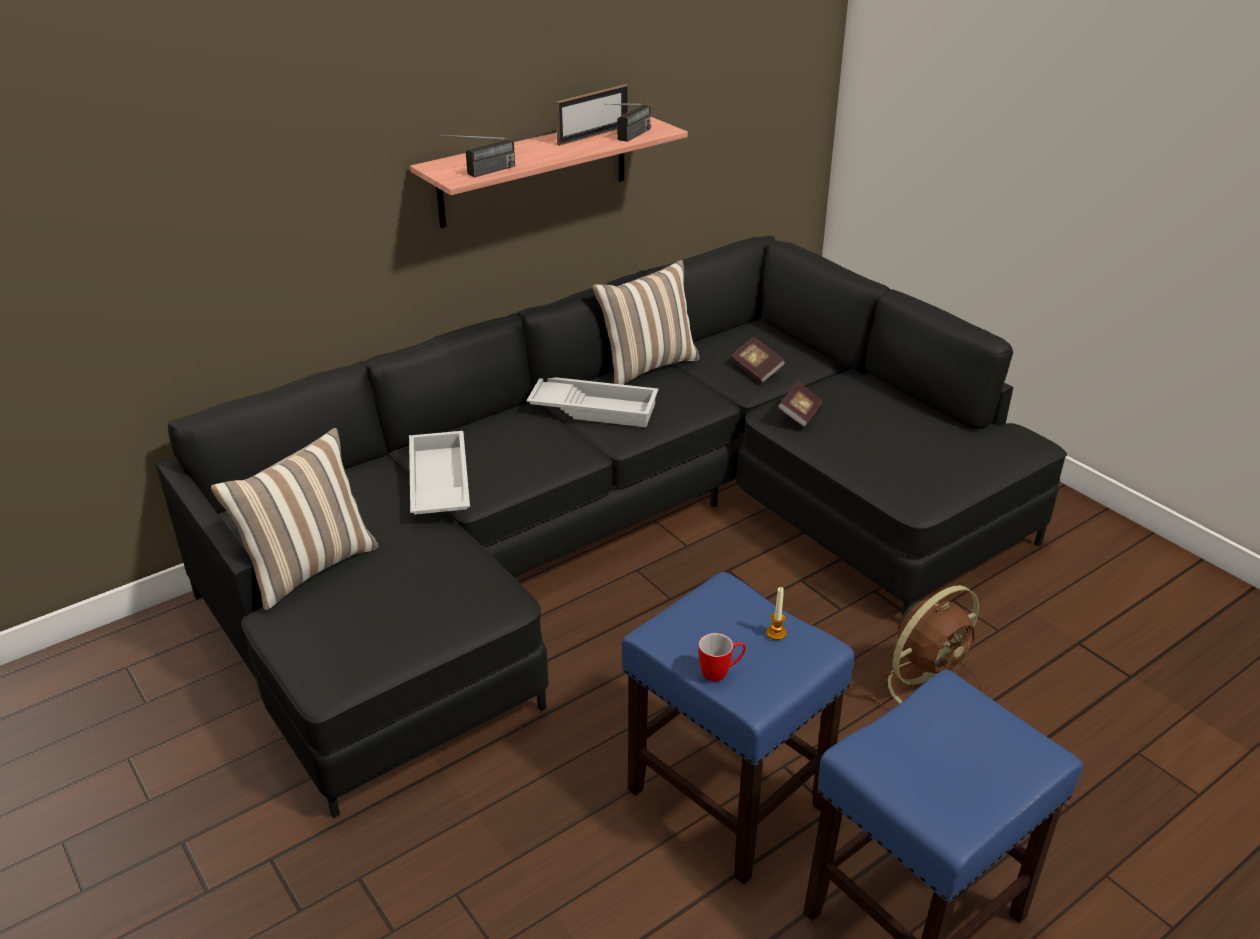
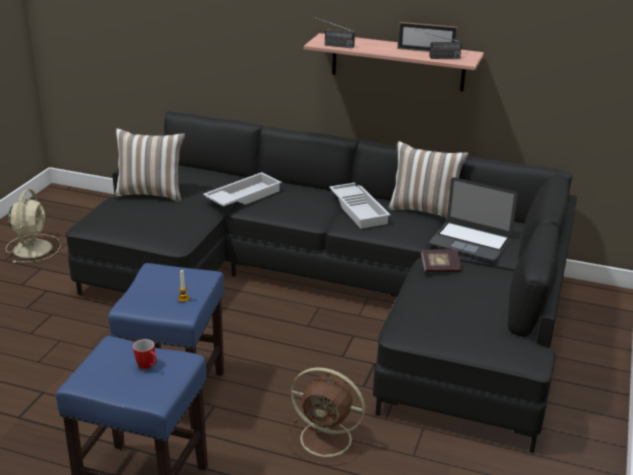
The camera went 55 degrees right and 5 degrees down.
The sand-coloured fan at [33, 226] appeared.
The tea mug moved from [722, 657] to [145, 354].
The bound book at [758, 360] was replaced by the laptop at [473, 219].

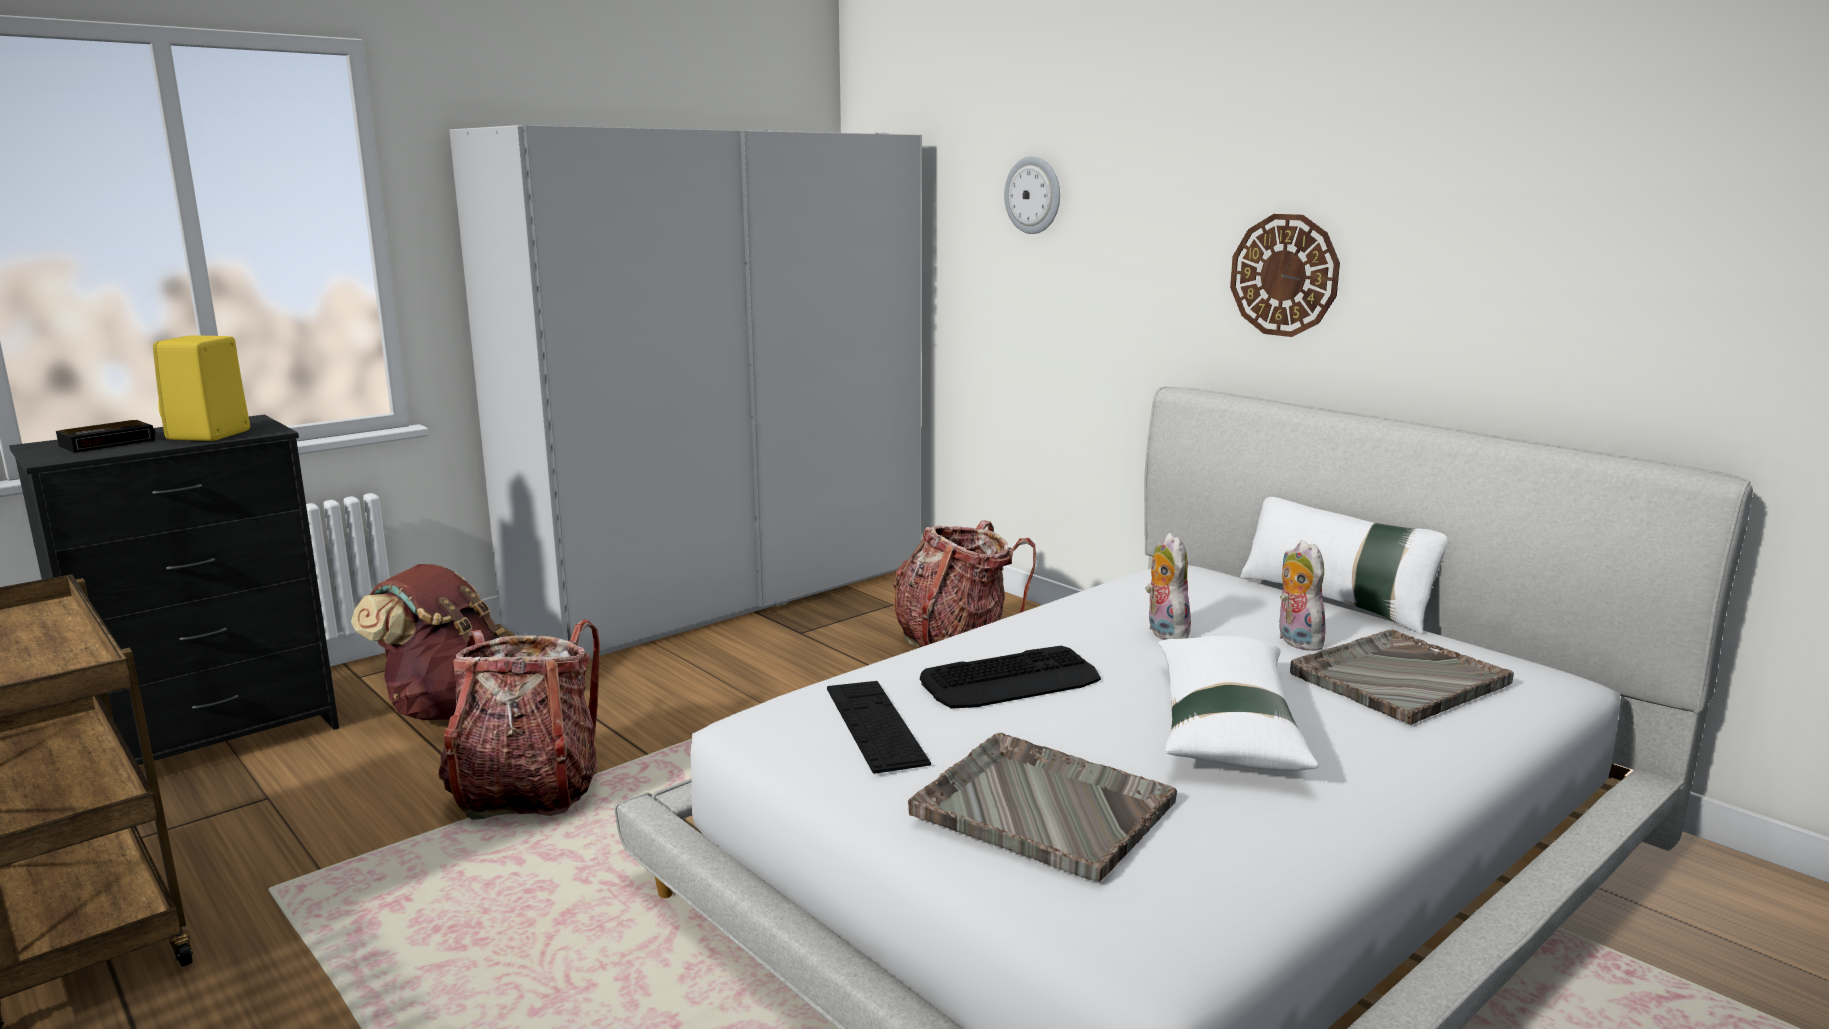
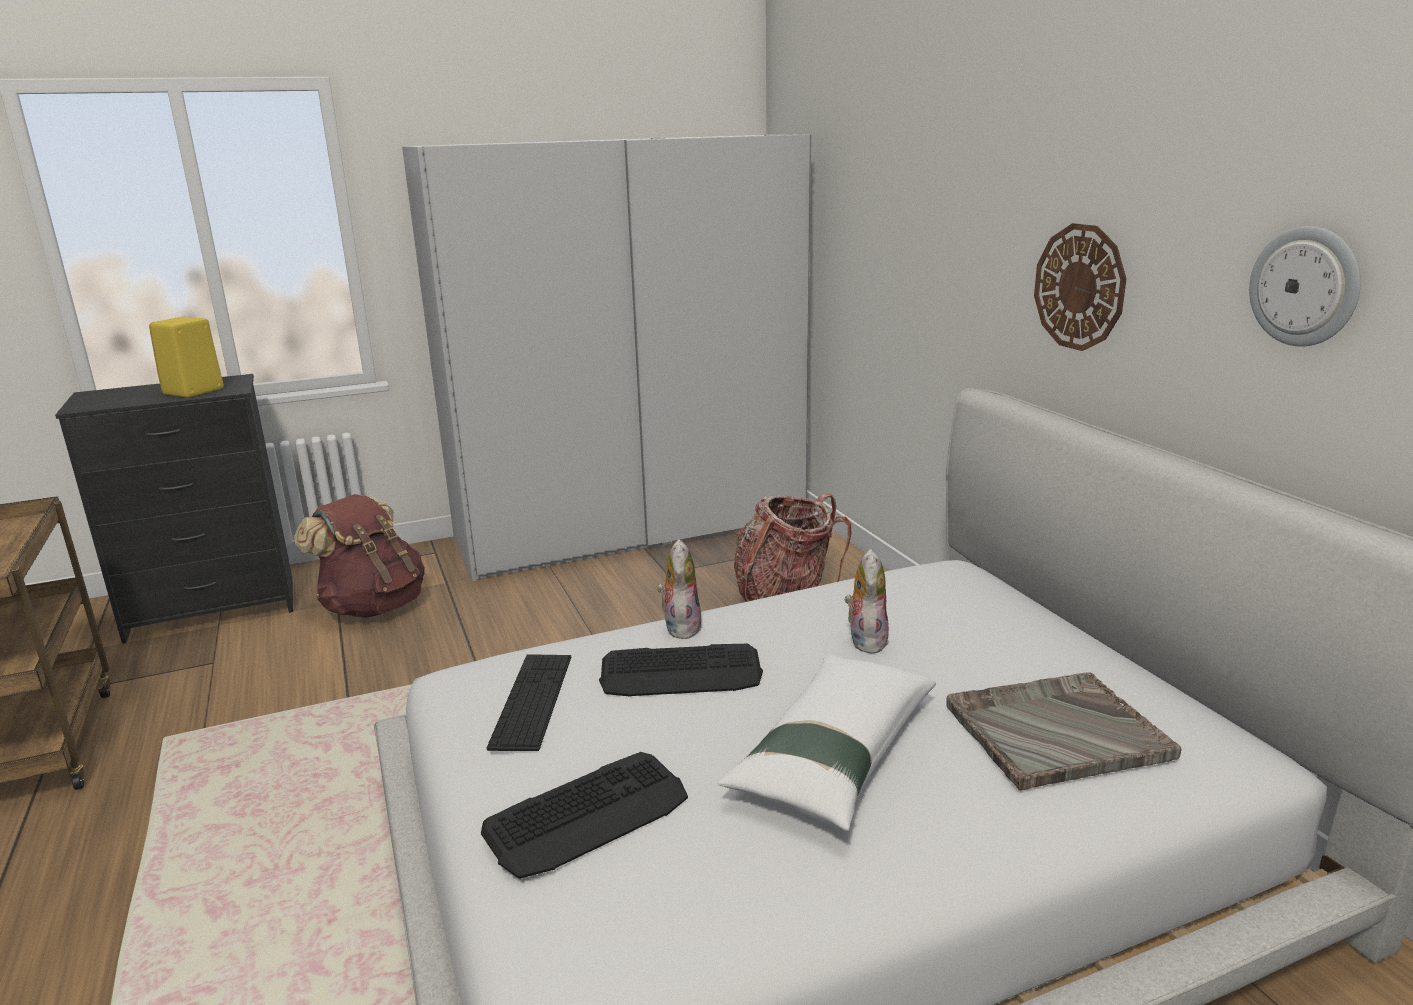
The camera went 20 degrees right and 5 degrees up.
The gray serving tray at [1042, 807] was replaced by the keyboard at [584, 815].
The soft toy moved from [1302, 595] to [679, 589].
The clock on the wall moved from [1032, 195] to [1305, 286].
The alarm clock at [105, 436] disappeared.
The knapsack at [519, 720] disappeared.
The white-coloured throw pillow at [1343, 565] disappeared.

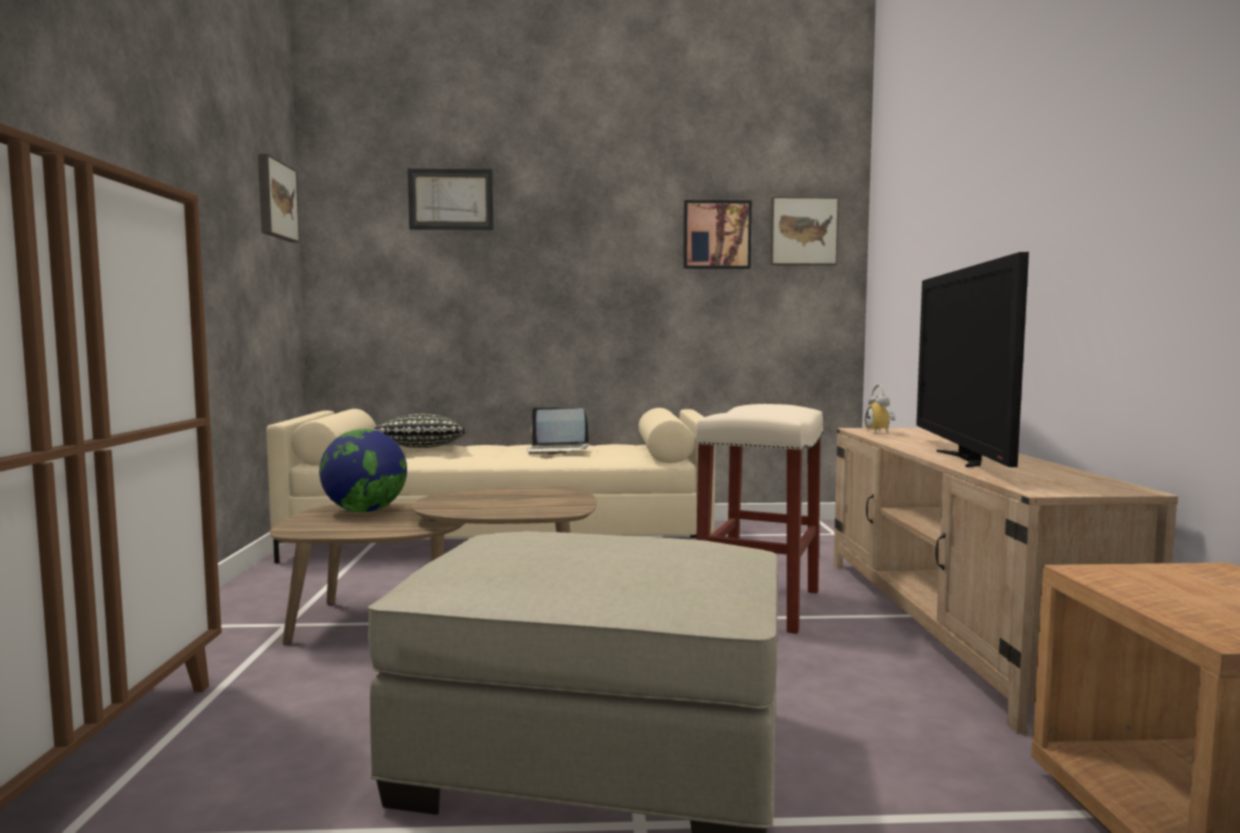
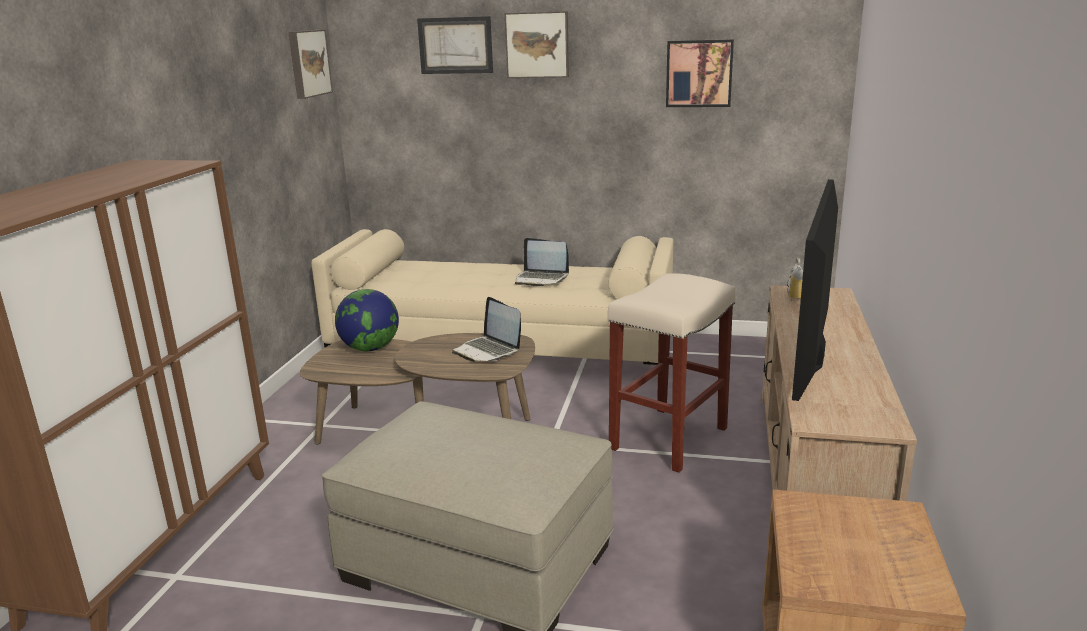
The camera went 15 degrees right and 15 degrees up.
The laptop at [486, 329] appeared.
The wall art moved from [804, 230] to [537, 44].
The throw pillow at [419, 430] disappeared.

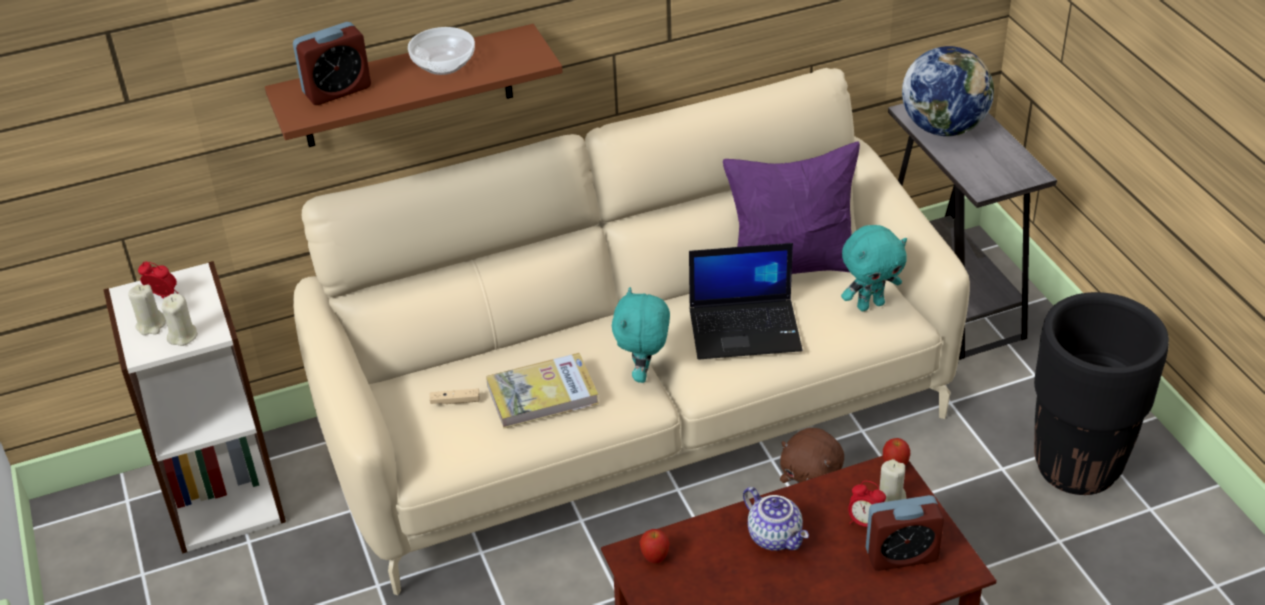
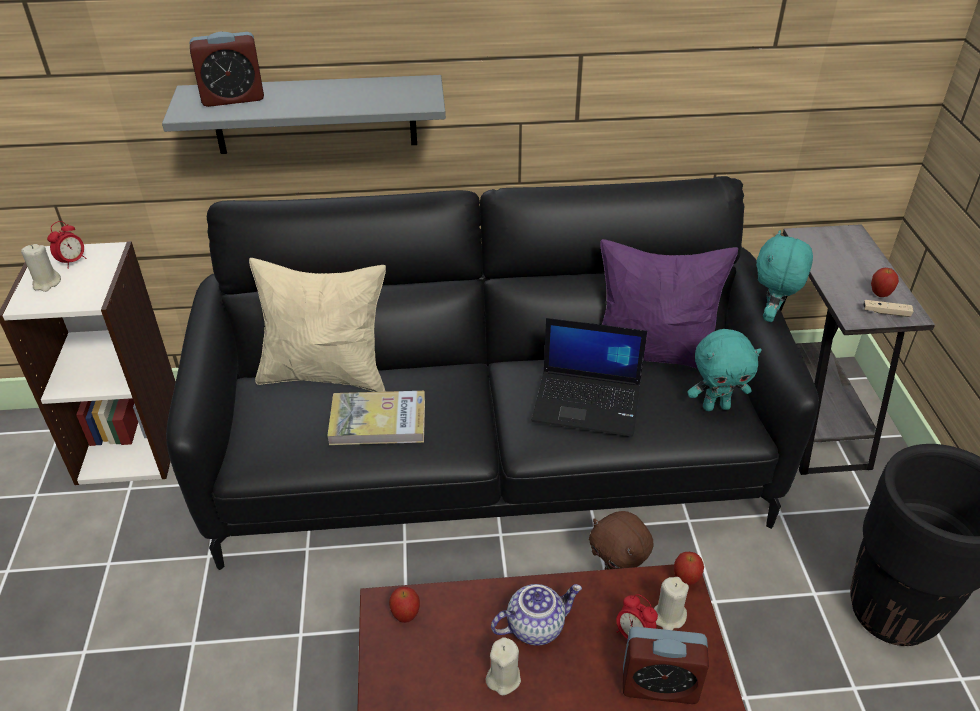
The camera went 15 degrees right and 0 degrees up.
The alarm clock at [158, 280] turned 90 degrees clockwise.
The brown bracket shelf at [414, 85] became the gray bracket shelf at [304, 114].
The sand-coloured settee at [631, 331] became the black-coloured settee at [492, 373].
The sand-coloured throw pillow at [317, 325] appeared.
The sand-coloured wax light moved from [179, 320] to [503, 666].
The teapot at [776, 519] turned 90 degrees counterclockwise.
The blue-green soft toy moved from [641, 335] to [784, 276].
The sand-coloured gamepad moved from [455, 396] to [888, 308].
The whole apple at [885, 282] appeared.
The serving bowl at [441, 51] disappeared.
The globe at [948, 91] disappeared.

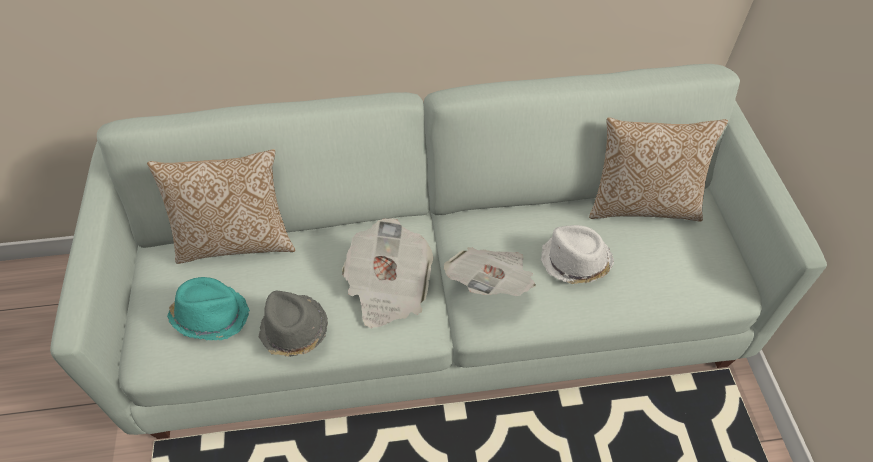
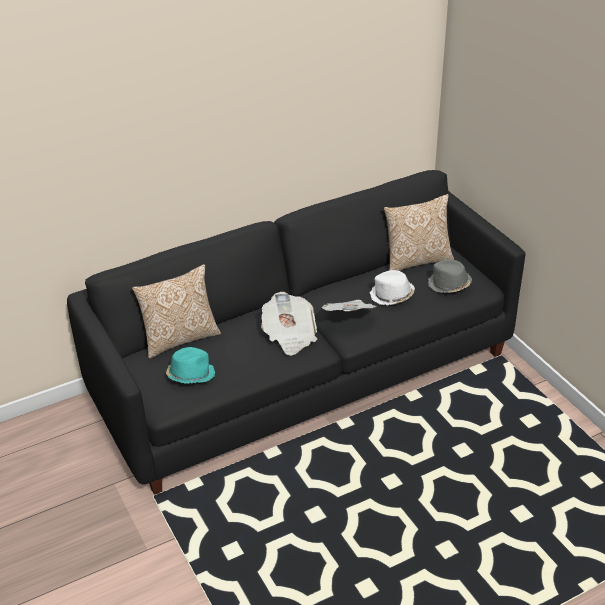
The camera went 20 degrees left and 15 degrees down.
The white-coloured settee at [438, 251] became the black-coloured settee at [296, 332].
The gray hat moved from [293, 324] to [450, 276].

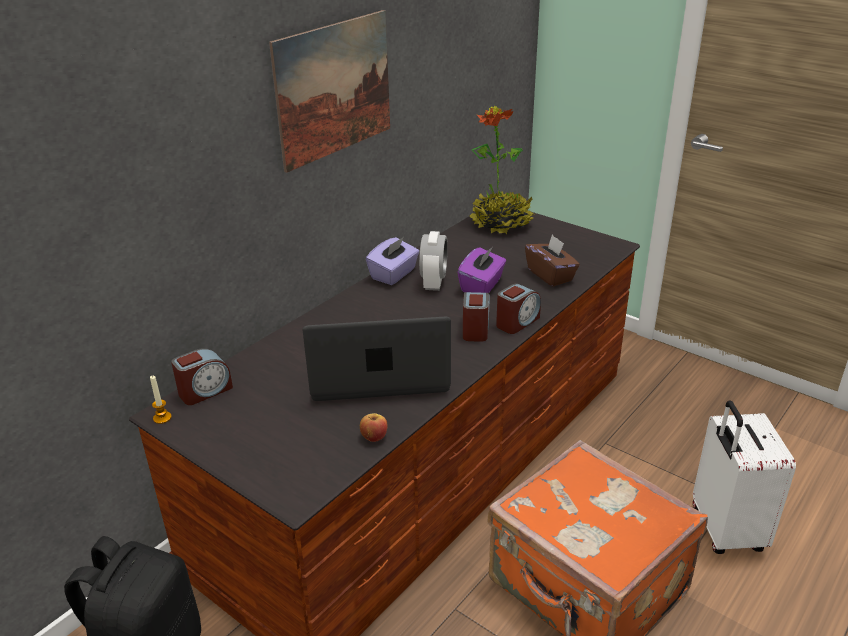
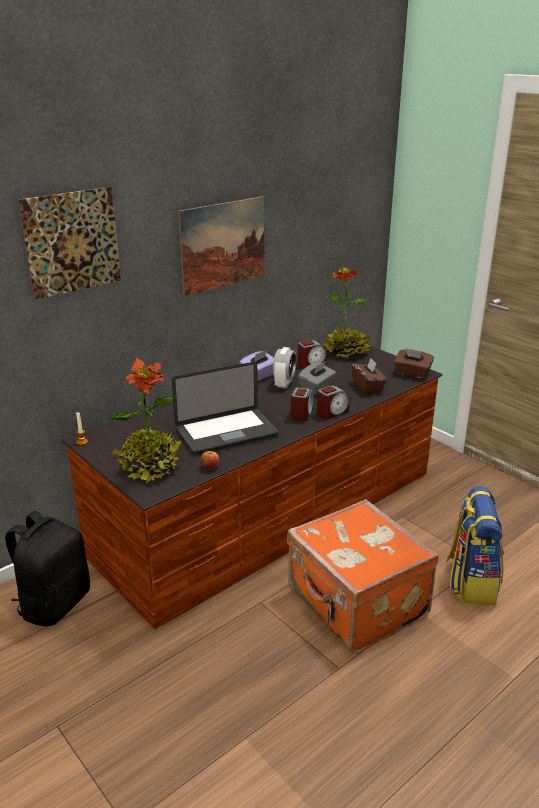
The camera went 10 degrees right and 5 degrees down.
The wall art at [69, 243] appeared.
The plant in a pot at [146, 421] appeared.
The laptop at [377, 359] turned 150 degrees clockwise.
The alarm clock moved from [202, 376] to [312, 354].
The purplish box of tissues at [482, 270] became the gray box of tissues at [317, 378].
The brown box of tissues at [414, 363] appeared.
The white-coloured suitcase at [744, 477] was replaced by the knapsack at [475, 545].

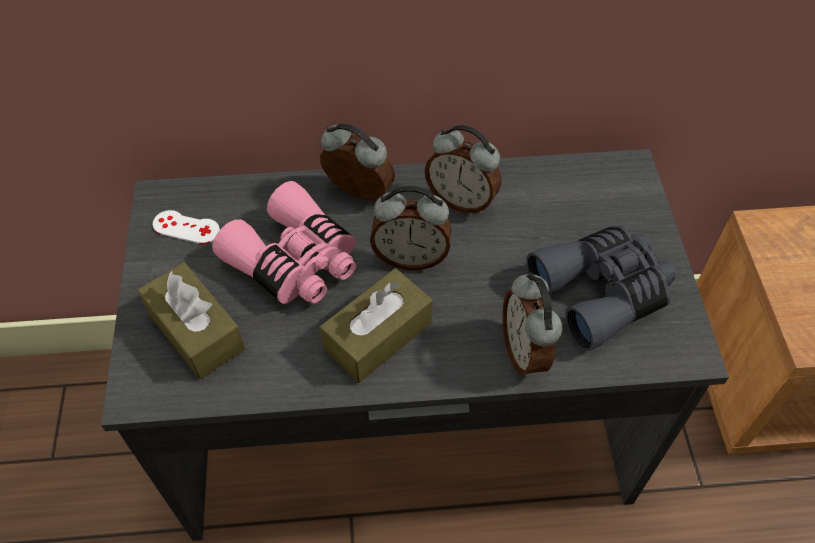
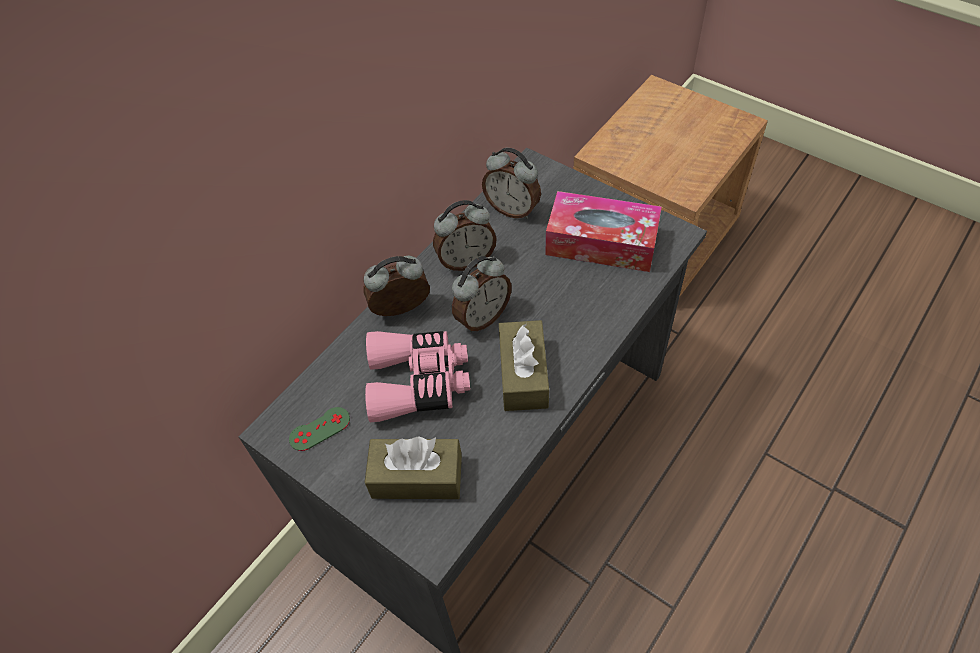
The camera went 45 degrees left and 0 degrees up.
The white-coloured gamepad at [186, 227] became the green gamepad at [319, 429].
The alarm clock moved from [532, 324] to [511, 183].
The gray binoculars at [601, 288] was replaced by the box of tissues at [603, 231].

